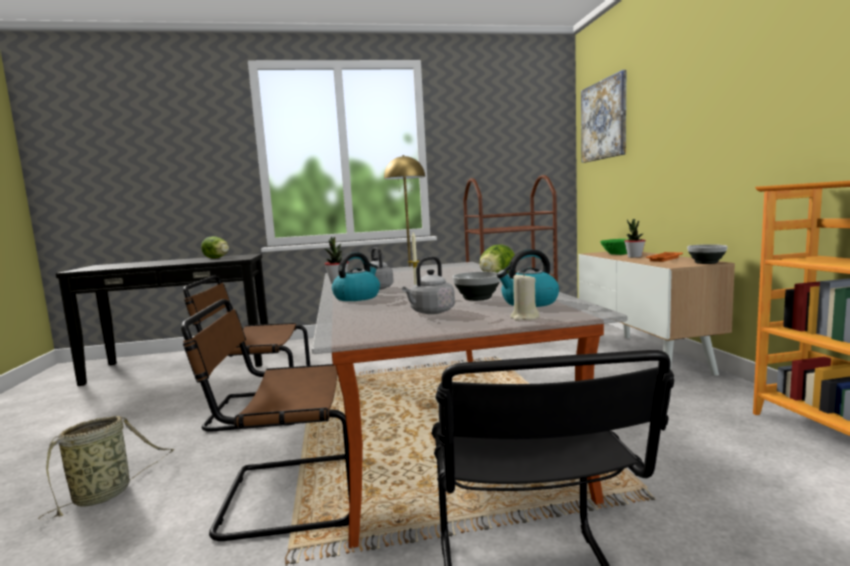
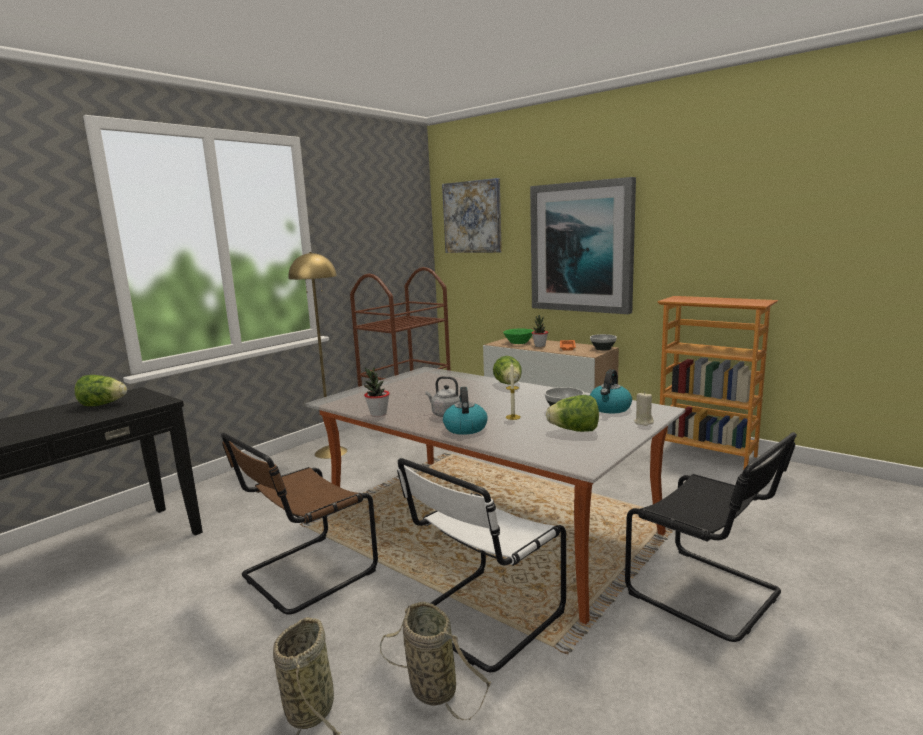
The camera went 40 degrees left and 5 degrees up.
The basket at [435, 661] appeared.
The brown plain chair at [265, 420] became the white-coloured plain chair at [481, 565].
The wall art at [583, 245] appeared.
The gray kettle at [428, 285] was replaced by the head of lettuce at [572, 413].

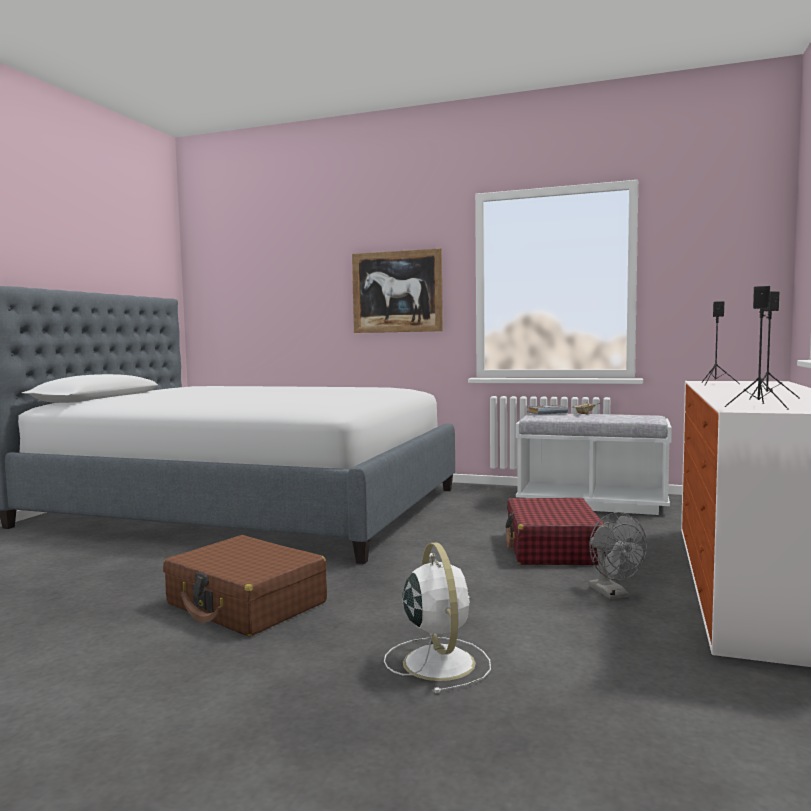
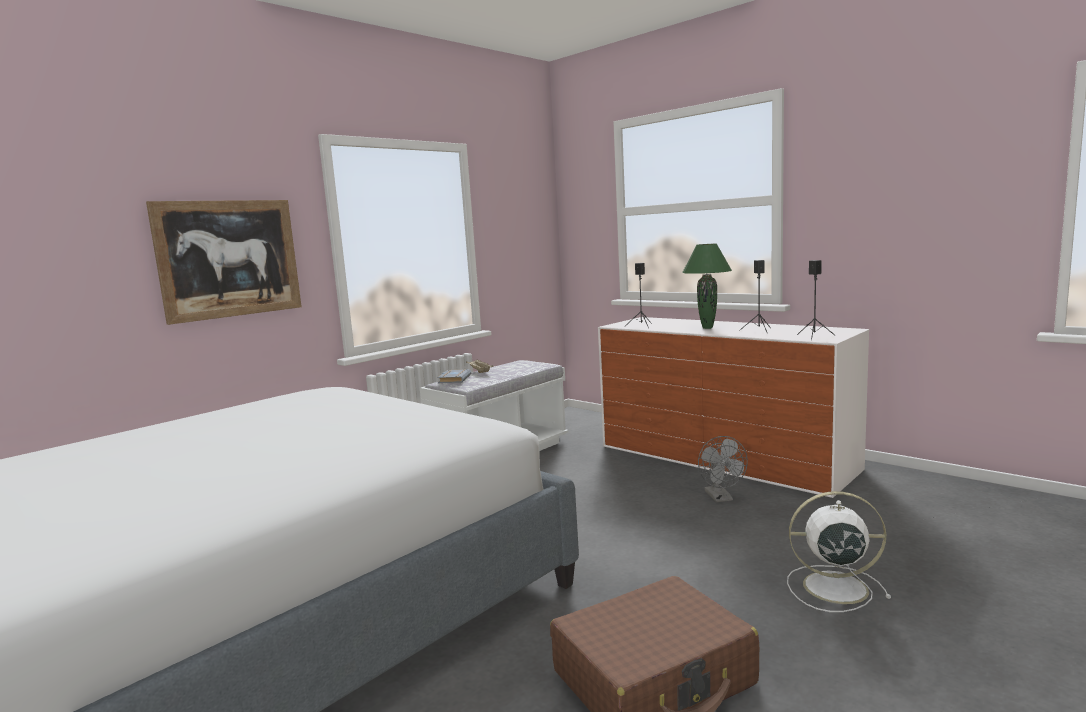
The camera went 65 degrees left and 5 degrees up.
The green tabletop lamp at [707, 286] appeared.
The gray fan at [617, 555] turned 75 degrees clockwise.
The red-coloured suitcase at [556, 531] disappeared.

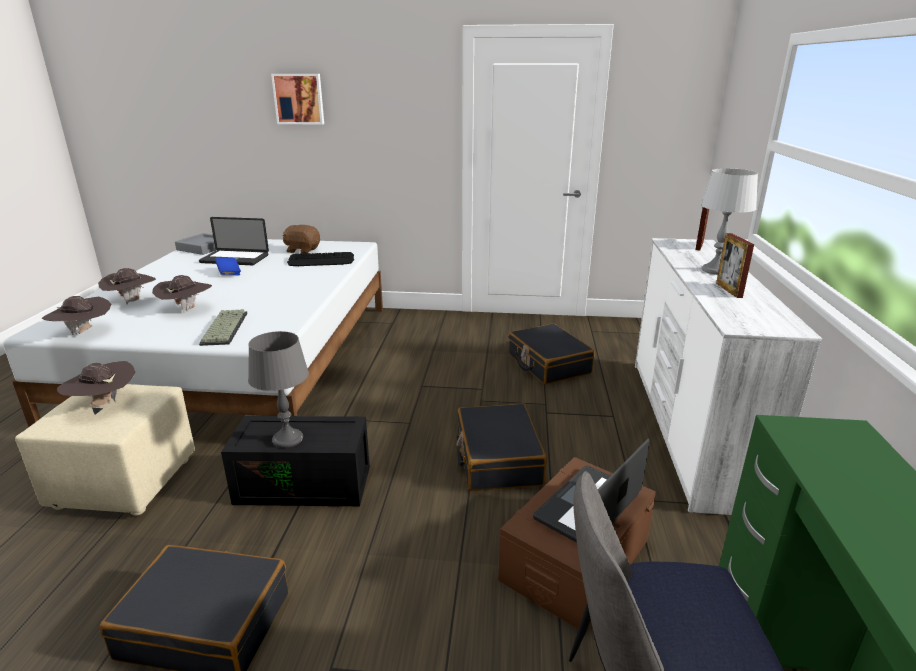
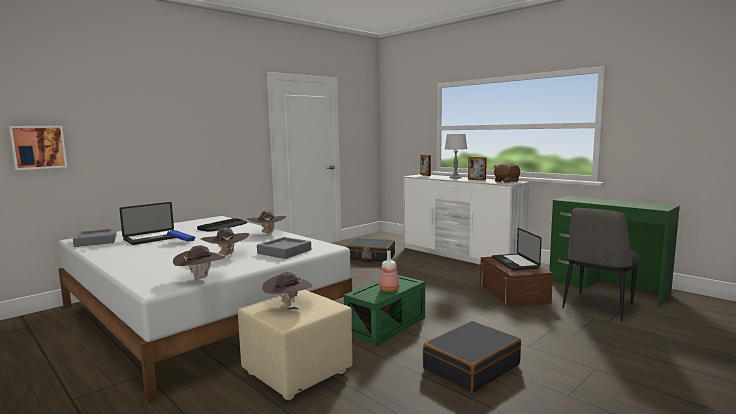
The camera went 50 degrees left and 15 degrees down.
The wall art moved from [297, 99] to [38, 148].
The brown hat moved from [127, 286] to [267, 221].
The keyboard at [223, 327] was replaced by the gray serving tray at [284, 248].
The black-coloured storage box at [295, 461] became the green storage box at [384, 310].
The gray tabletop lamp at [278, 389] was replaced by the bottle at [389, 271].
The brown soft toy moved from [301, 239] to [507, 173].
The black-coloured suitcase at [502, 447] disappeared.

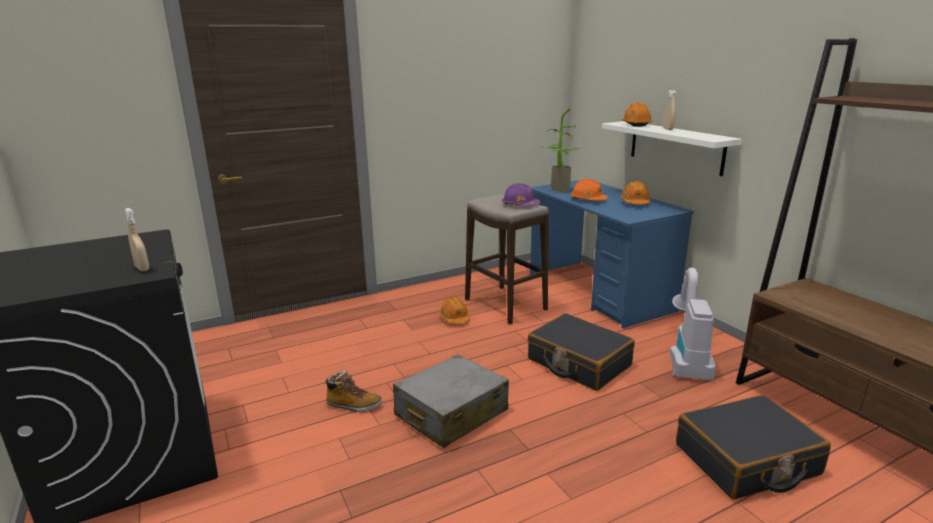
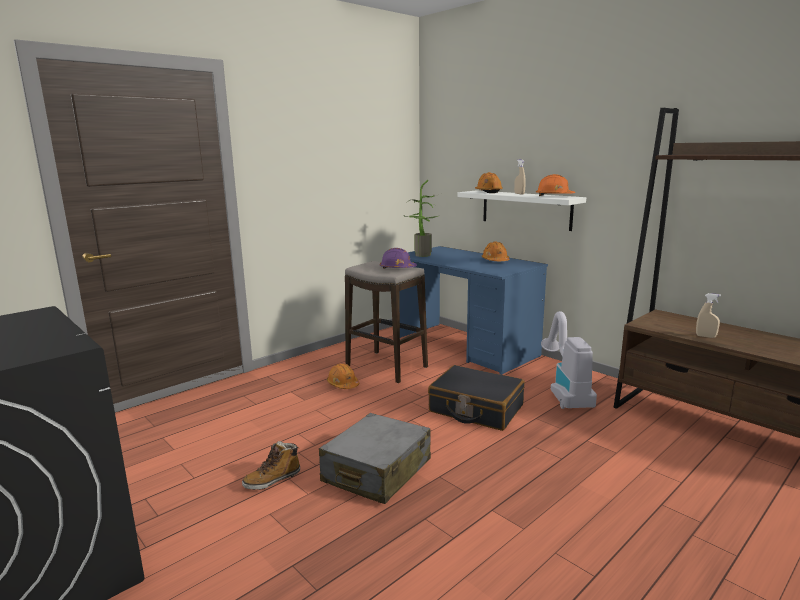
The camera went 15 degrees left and 5 degrees down.
The high-top boot at [353, 391] turned 150 degrees clockwise.
The orange-coloured safety helmet moved from [589, 190] to [555, 185].
The sand-coloured hand sprayer moved from [137, 239] to [708, 315].
The black-coloured suitcase at [753, 447] disappeared.

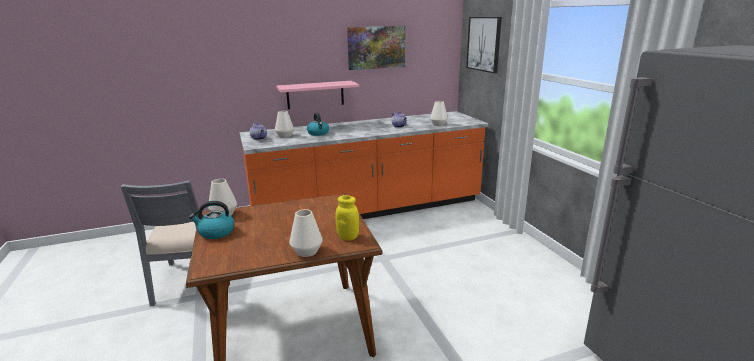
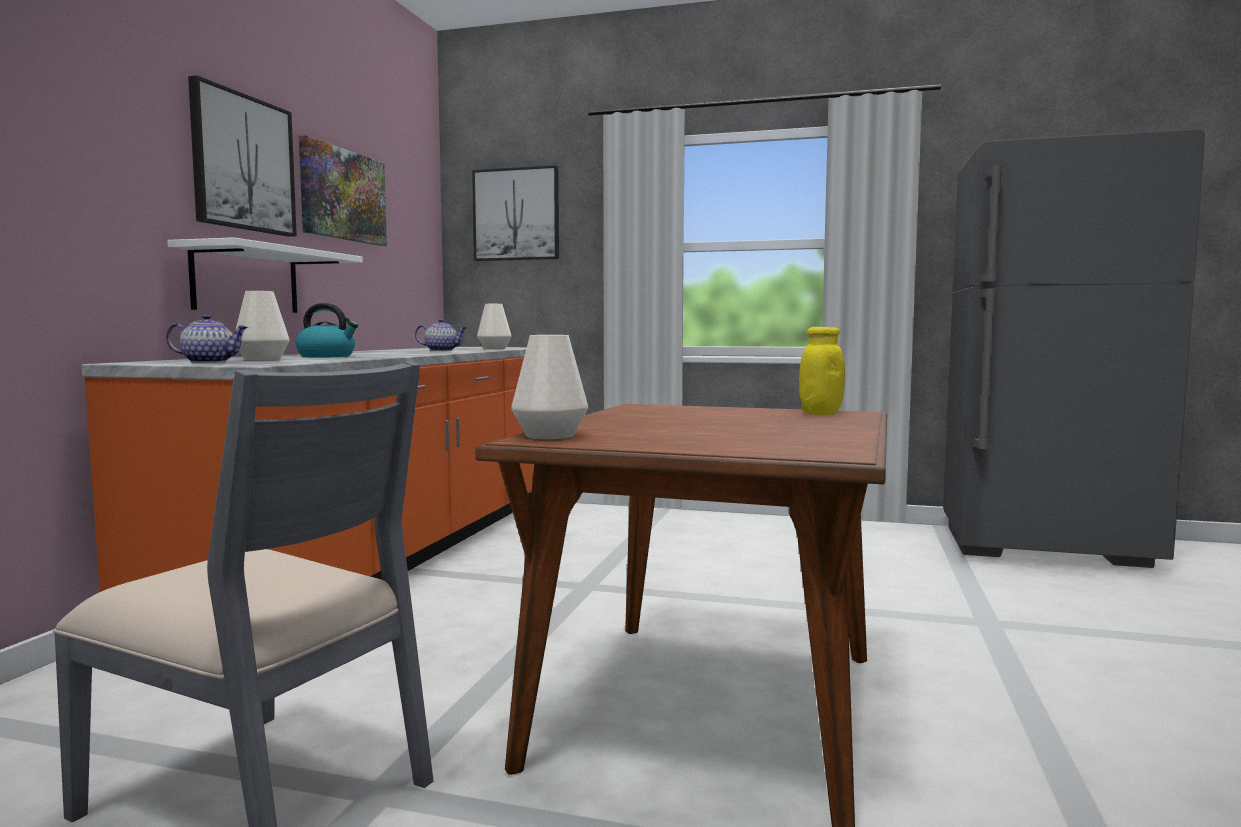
The camera went 55 degrees left and 15 degrees down.
The pink bracket shelf at [318, 95] became the white-coloured bracket shelf at [265, 275].
The wall art at [242, 156] appeared.
The kettle at [212, 220] disappeared.
The white-coloured vase at [306, 233] disappeared.

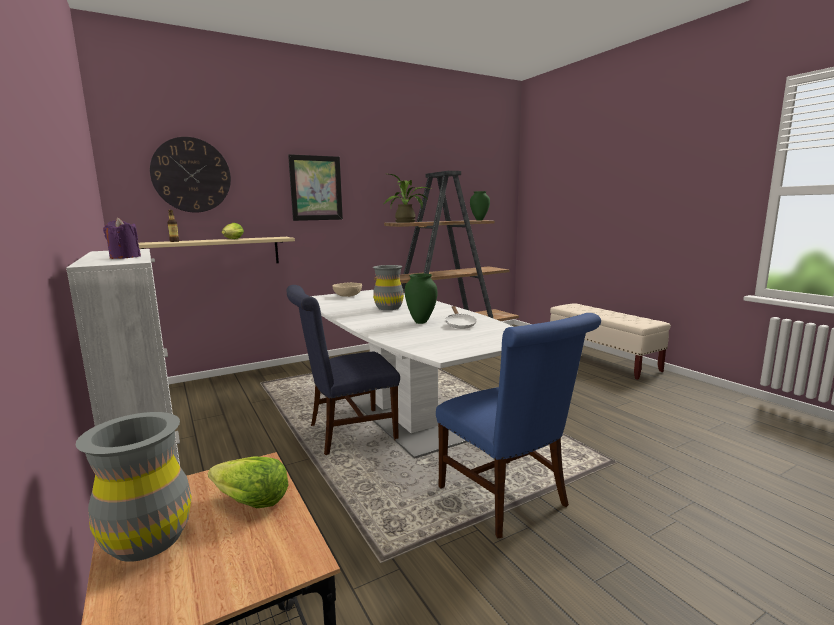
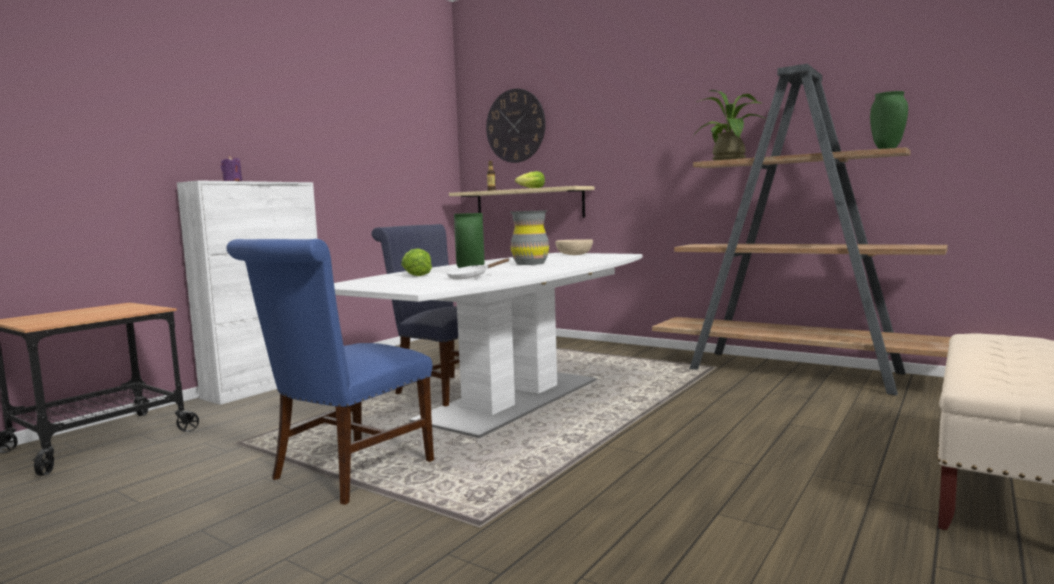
The camera went 65 degrees right and 5 degrees down.
The head of lettuce moved from [248, 482] to [416, 262].
The gray vase at [134, 487] disappeared.
The wall art at [315, 187] disappeared.

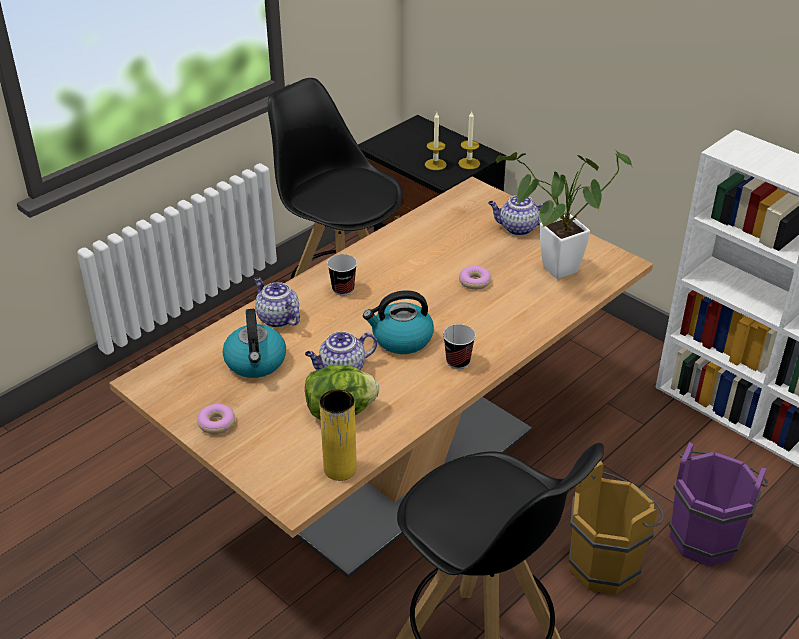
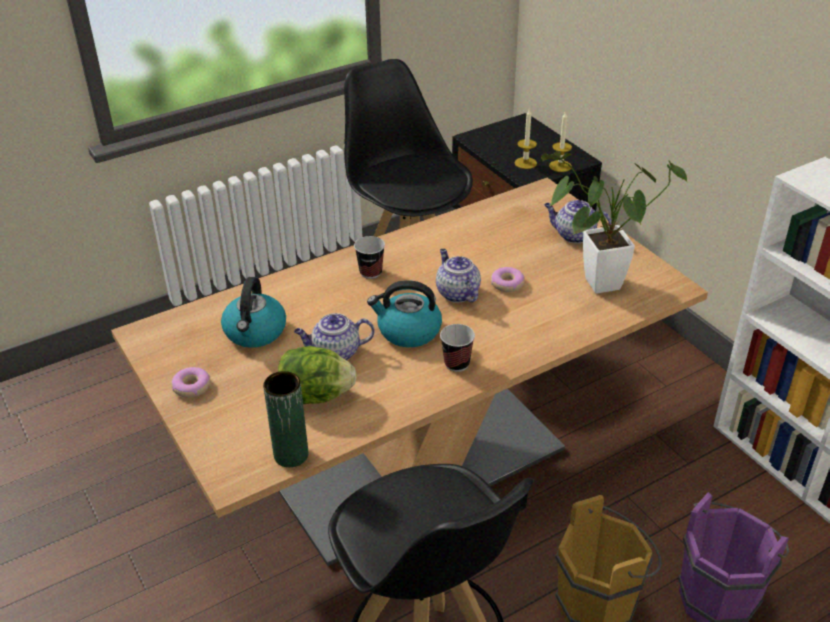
The camera went 15 degrees right and 0 degrees up.
The yellowish vase at [338, 435] became the green vase at [285, 419].
The teapot moved from [277, 302] to [458, 276].

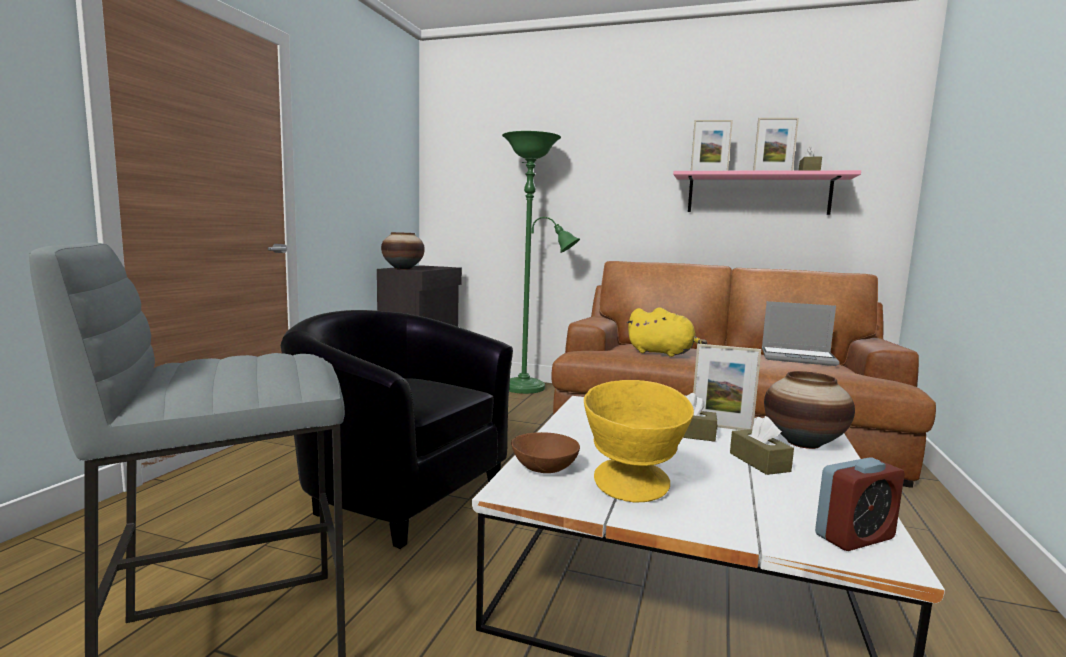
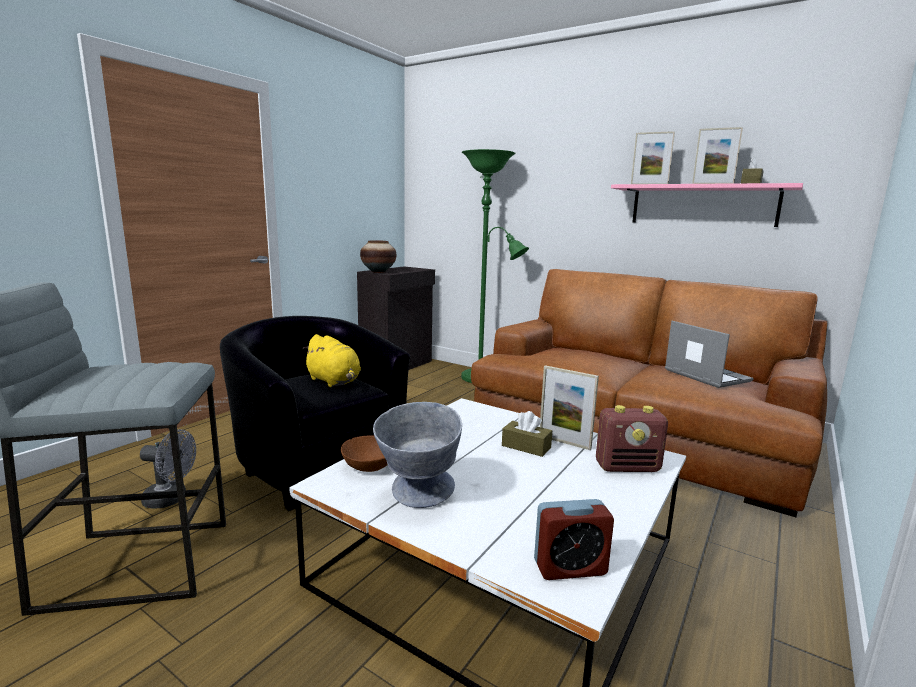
The camera went 15 degrees right and 5 degrees up.
The gray fan at [168, 469] appeared.
The yellowish soft toy moved from [667, 332] to [331, 360].
The yellowish serving bowl at [639, 441] became the gray serving bowl at [417, 455].
The vase at [809, 410] was replaced by the radio receiver at [632, 438].
The laptop at [801, 333] turned 150 degrees counterclockwise.
The brown box of tissues at [762, 445] disappeared.

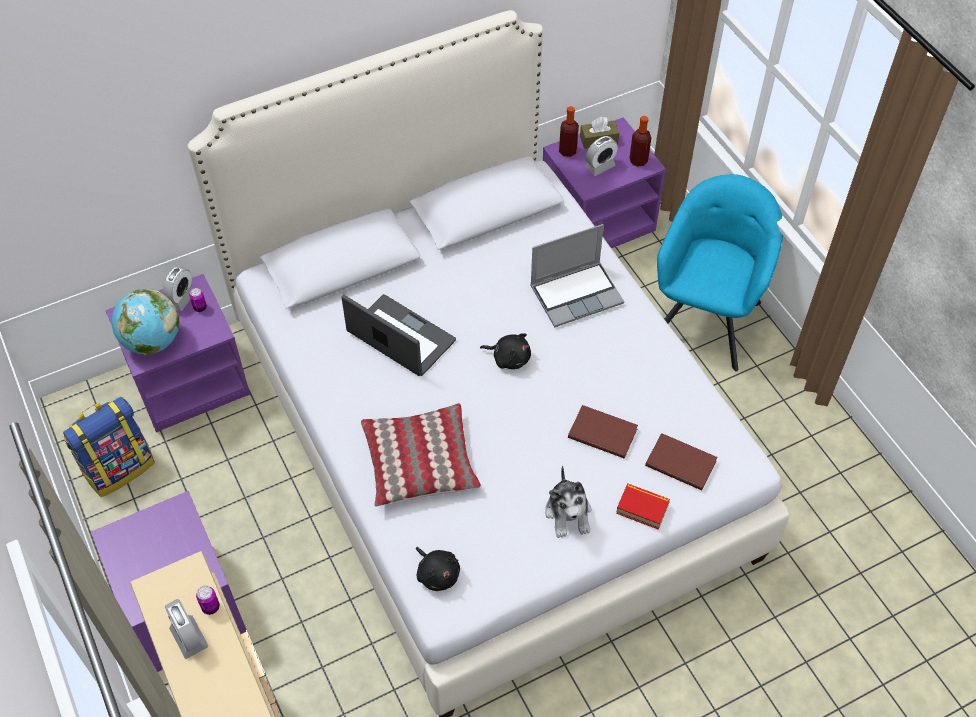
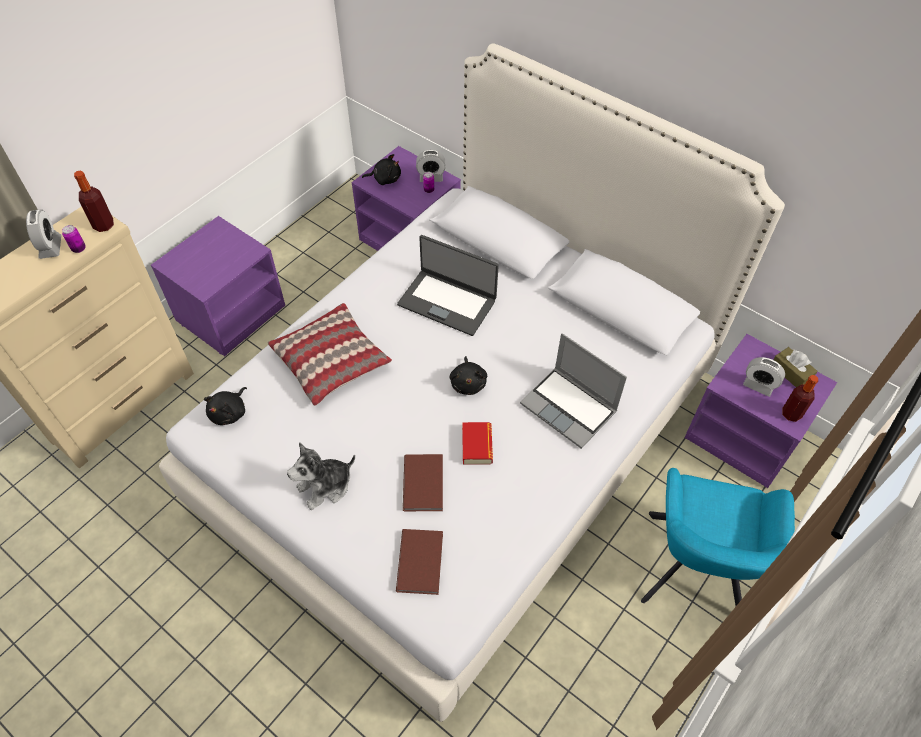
The camera went 65 degrees right and 0 degrees up.
The alarm clock at [186, 629] turned 135 degrees clockwise.
The bottle moved from [569, 131] to [94, 201].
The globe at [145, 322] was replaced by the black-coloured soft toy at [381, 169].
The laptop at [398, 335] turned 105 degrees clockwise.
The bound book moved from [643, 507] to [477, 443].
The blue-green armchair at [720, 272] turned 105 degrees clockwise.
The knapsack at [109, 447] disappeared.

